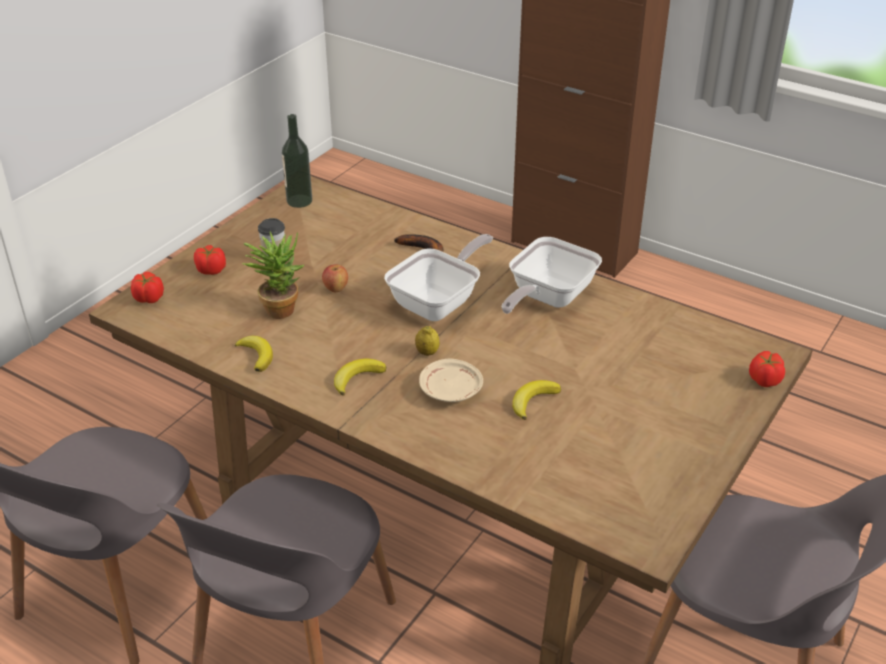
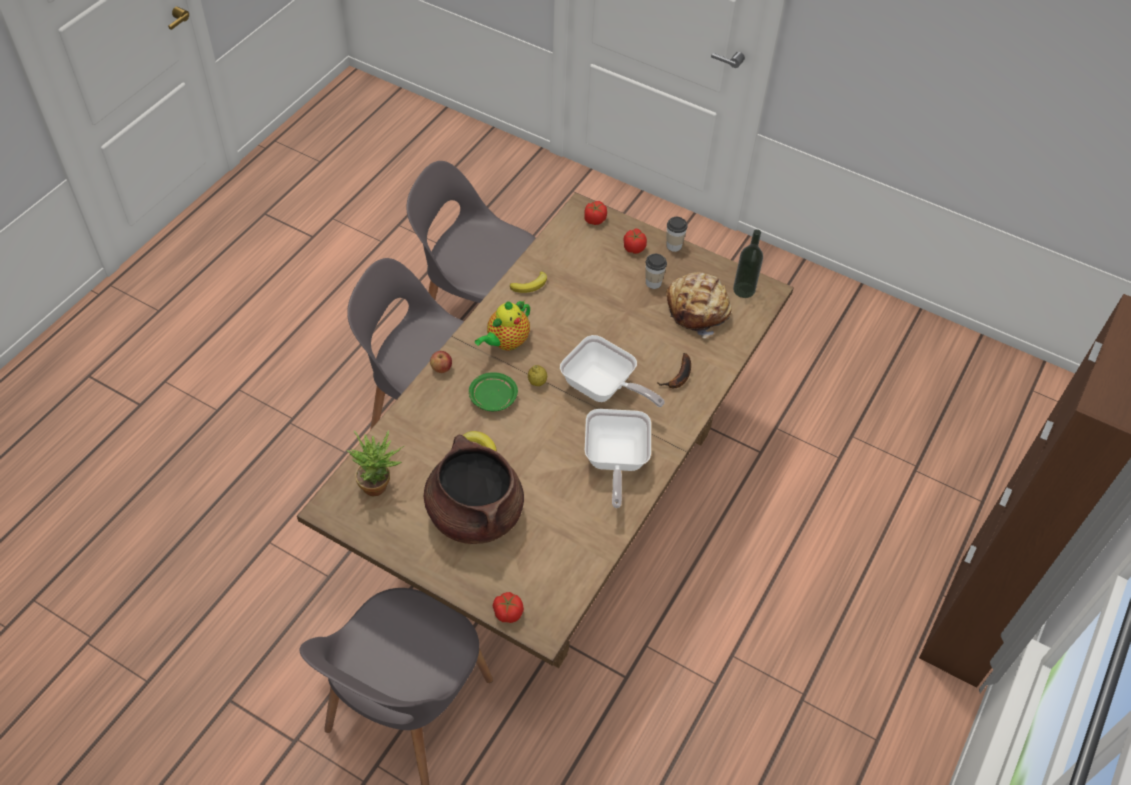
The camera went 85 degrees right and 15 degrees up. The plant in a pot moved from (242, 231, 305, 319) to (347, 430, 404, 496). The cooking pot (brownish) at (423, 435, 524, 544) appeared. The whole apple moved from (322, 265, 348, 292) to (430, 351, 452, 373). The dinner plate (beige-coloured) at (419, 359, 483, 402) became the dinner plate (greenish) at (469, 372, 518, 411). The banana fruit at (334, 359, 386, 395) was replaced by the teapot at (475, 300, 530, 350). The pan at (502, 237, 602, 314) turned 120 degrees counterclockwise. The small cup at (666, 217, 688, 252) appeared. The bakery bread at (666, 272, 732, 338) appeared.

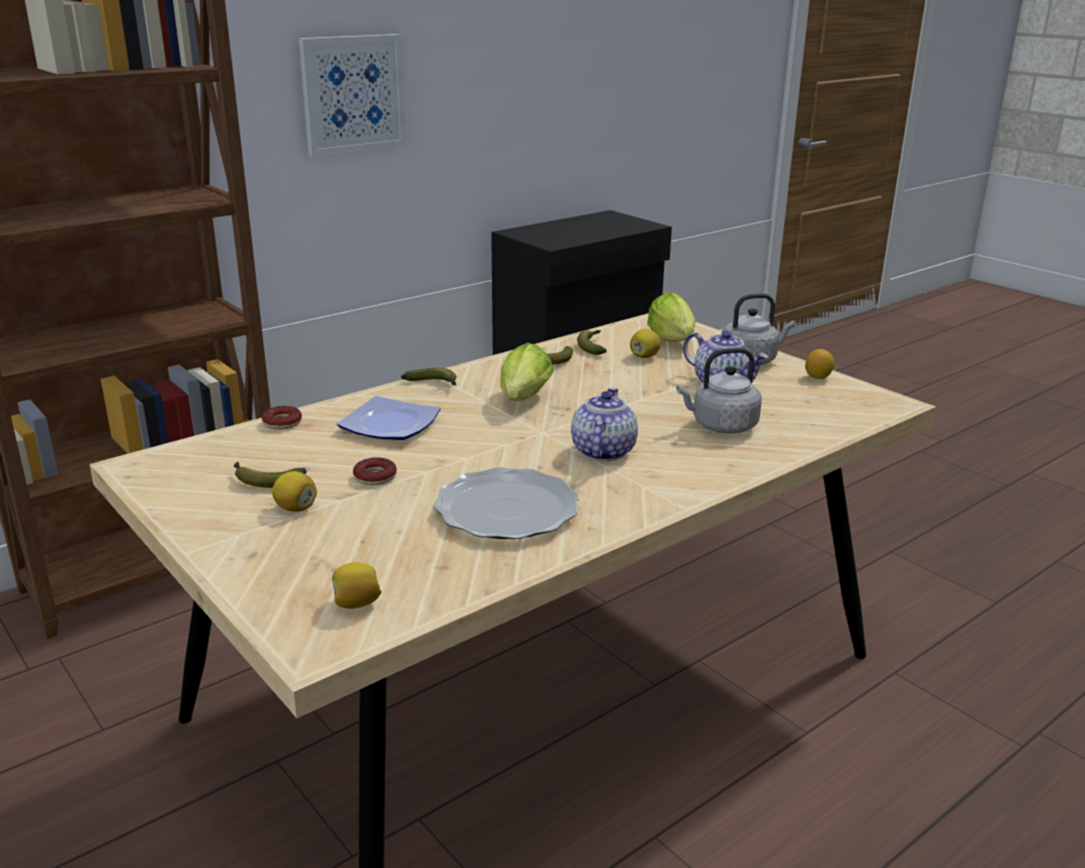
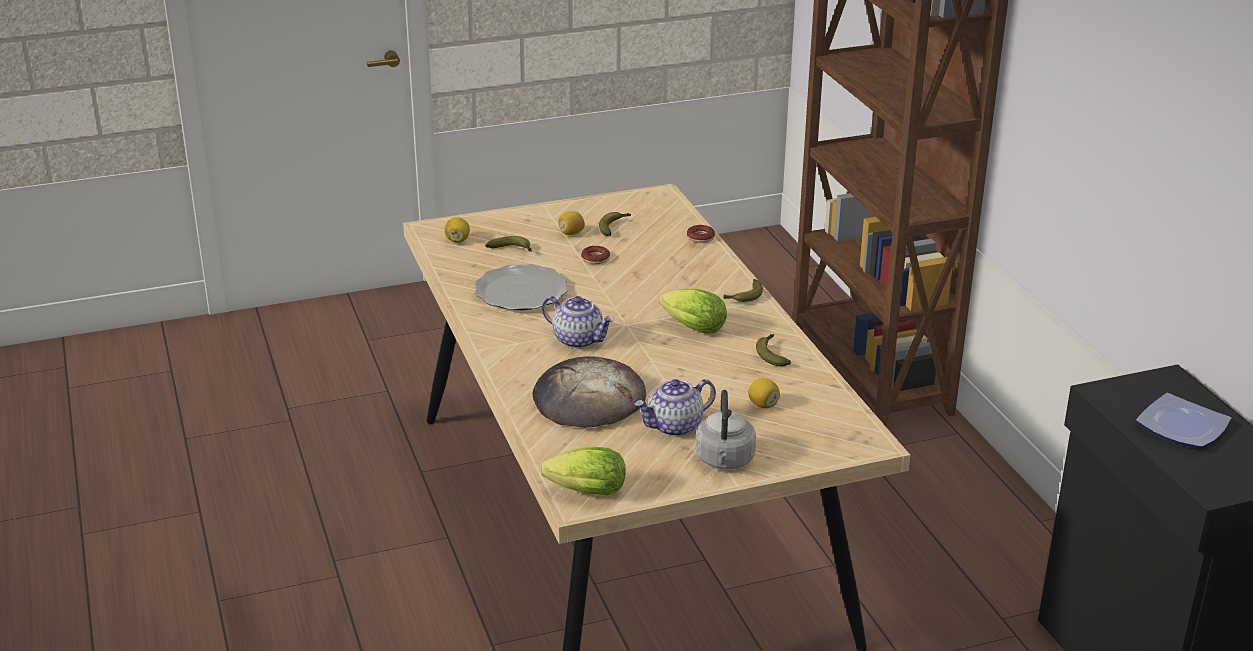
The camera went 110 degrees right and 5 degrees up. The banana fruit moved from (577, 330, 606, 355) to (485, 236, 532, 252). The kettle (greyish) at (676, 348, 762, 434) was replaced by the bakery bread at (533, 356, 647, 428). The head of lettuce moved from (647, 292, 696, 342) to (540, 447, 626, 495). The dinner plate moved from (336, 396, 441, 440) to (1136, 393, 1231, 448). The wall art at (299, 34, 406, 157) disappeared. The lemon at (805, 349, 834, 379) disappeared.

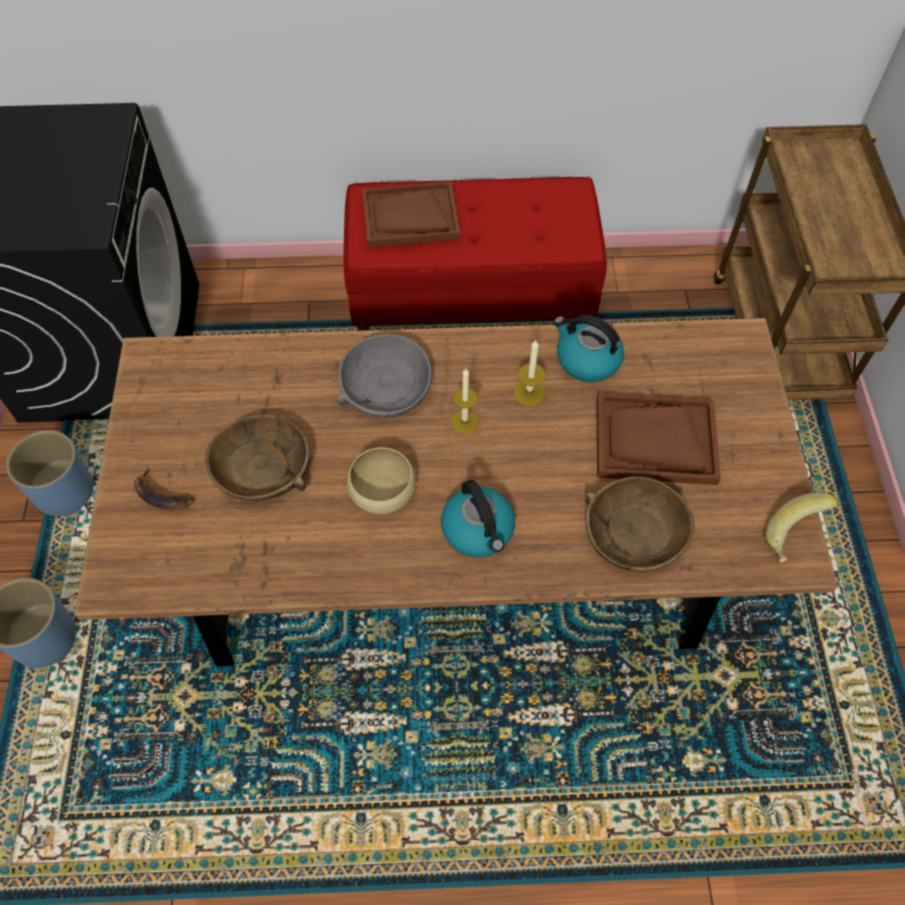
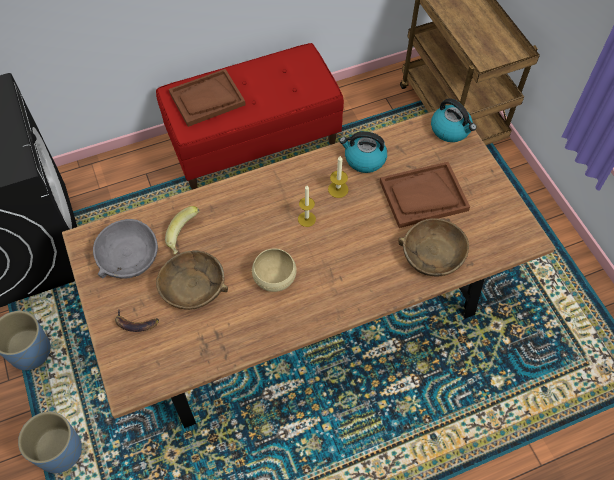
The camera went 20 degrees left and 0 degrees up. The deep dish (greyish) moved from (336, 334, 432, 418) to (93, 219, 158, 279). The banana fruit moved from (765, 492, 839, 563) to (165, 206, 200, 255). The kettle moved from (441, 480, 515, 557) to (431, 98, 477, 142).

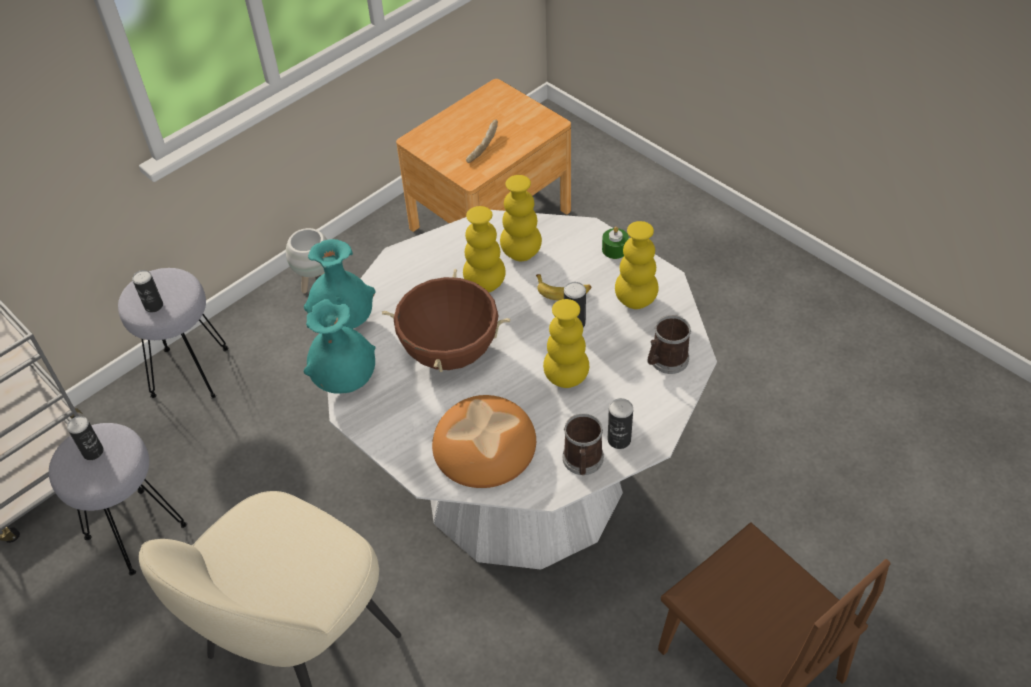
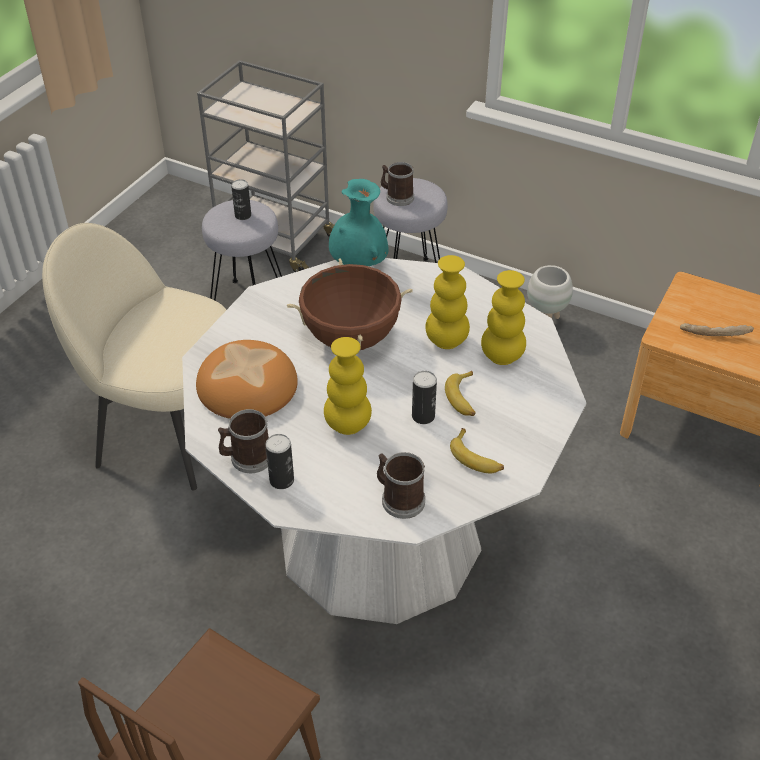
The camera went 70 degrees right and 5 degrees down. The can at (132, 270, 163, 313) was replaced by the coffee mug at (381, 162, 414, 206). The vase (yellow-coloured) at (615, 221, 659, 309) was replaced by the banana fruit at (450, 428, 504, 473). The vase (turquoise-coloured) at (304, 299, 376, 394) disappeared. The wax candle (greenish) at (602, 227, 629, 259) disappeared.

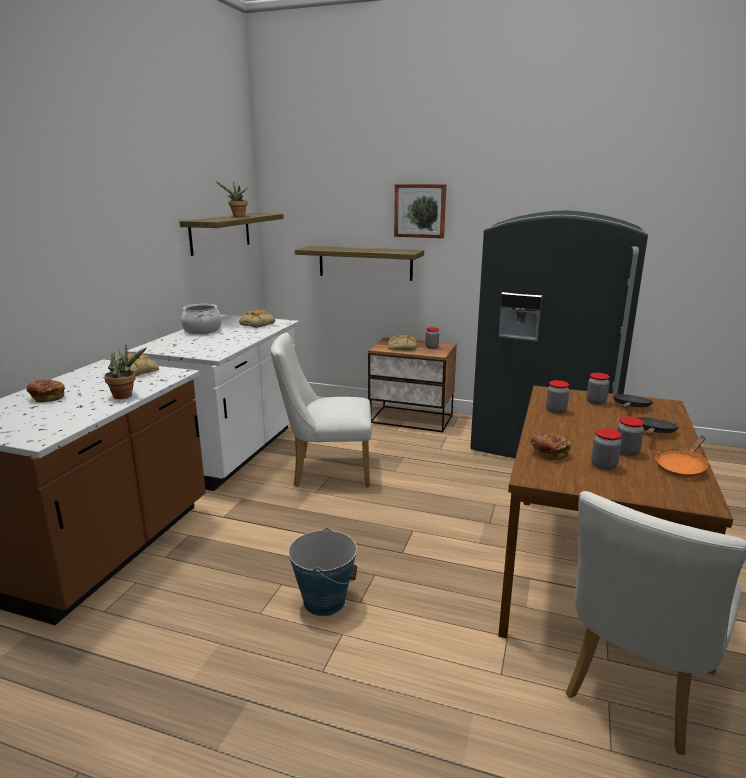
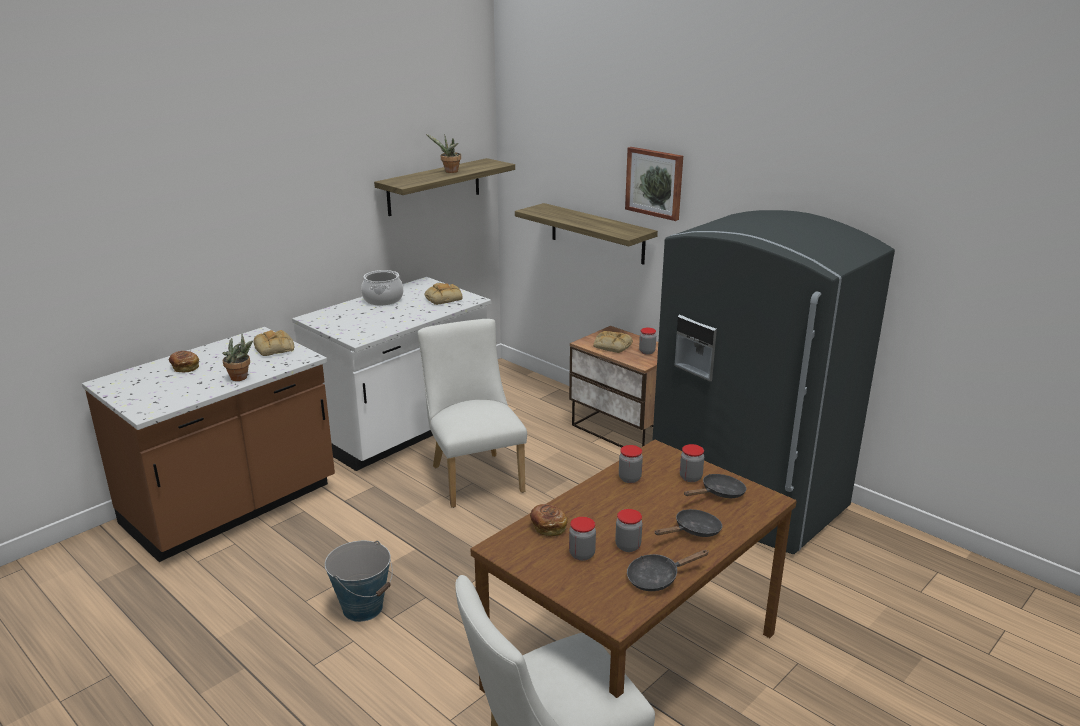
The camera went 25 degrees right and 5 degrees up. The plain chair (white-coloured) at (271, 333, 372, 487) turned 45 degrees clockwise. The pan (orange) at (656, 436, 708, 477) became the pan (black-coloured) at (627, 550, 708, 591).

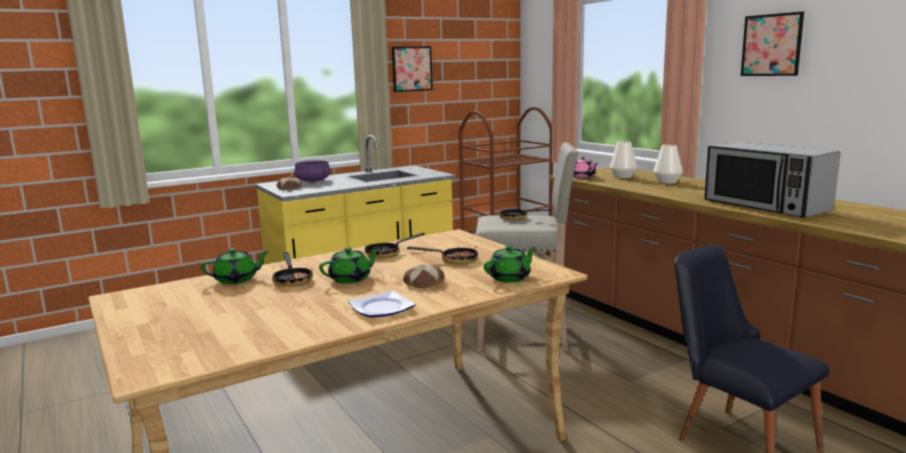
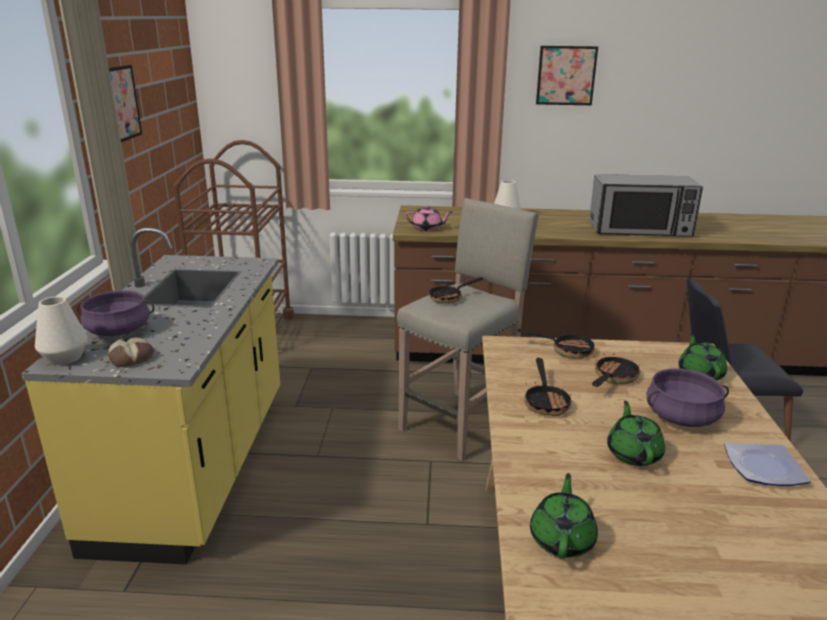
The camera went 55 degrees left and 10 degrees up. The vase (white-coloured) moved from (610, 141, 637, 178) to (35, 296, 88, 365). The pan moved from (272, 252, 313, 287) to (517, 329, 595, 359). The bakery bread at (403, 265, 445, 288) was replaced by the cooking pot (purplish) at (647, 369, 729, 427).

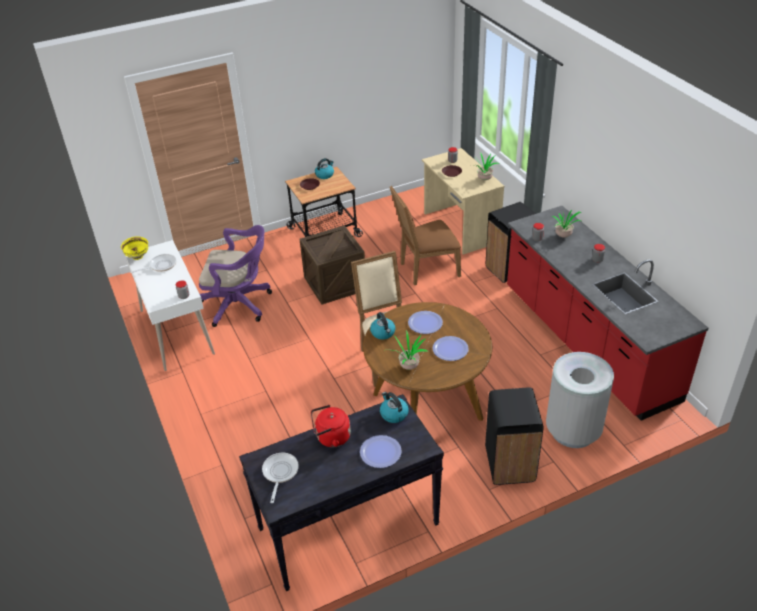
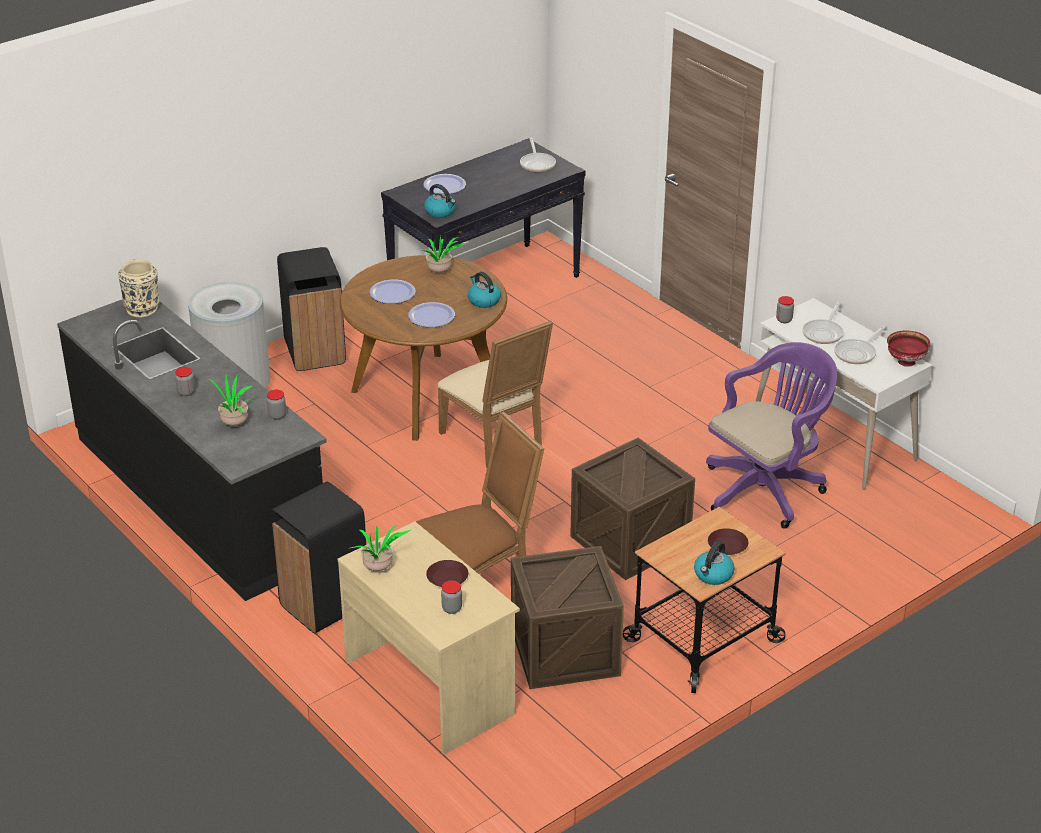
The camera went 165 degrees right and 5 degrees down. The kitchen base unit (reddish) at (507, 206, 708, 421) became the kitchen base unit (black-coloured) at (57, 299, 327, 601). The vase (beige-coloured) at (118, 259, 160, 317) appeared. The shipping crate at (511, 546, 624, 689) appeared. The office chair (purplish) at (199, 225, 272, 327) turned 150 degrees clockwise. The pan at (802, 302, 844, 344) appeared. The deep dish (yellow-coloured) at (121, 236, 148, 260) became the deep dish (reddish) at (887, 331, 931, 367). The kettle (reddish) at (311, 405, 351, 447) disappeared.

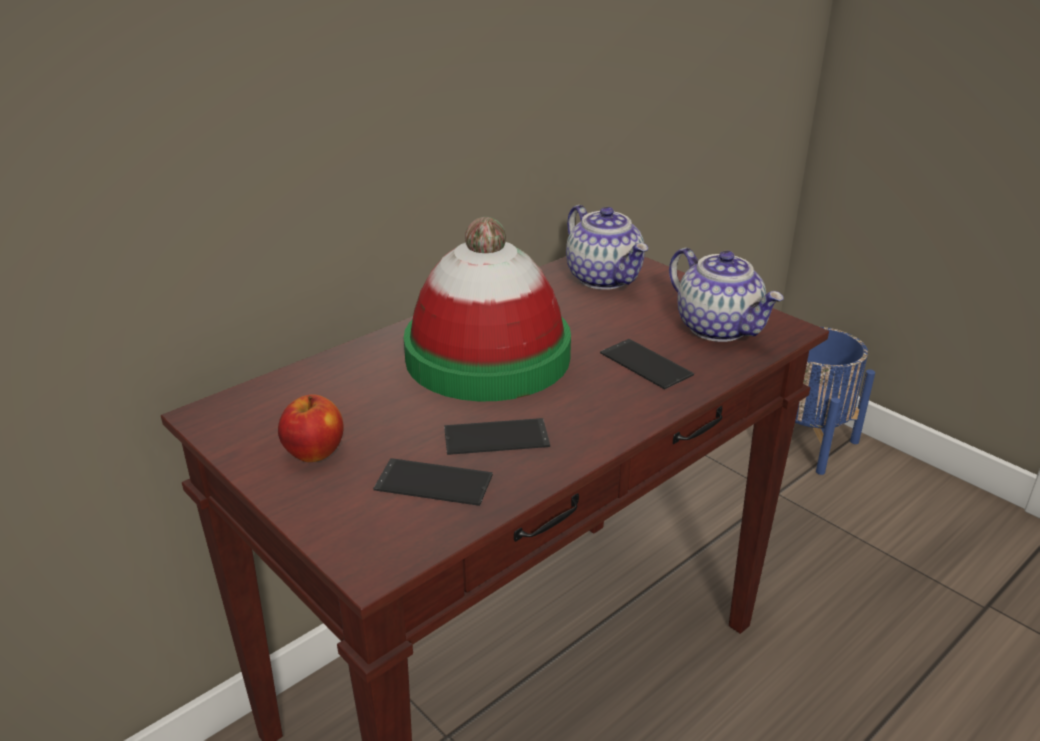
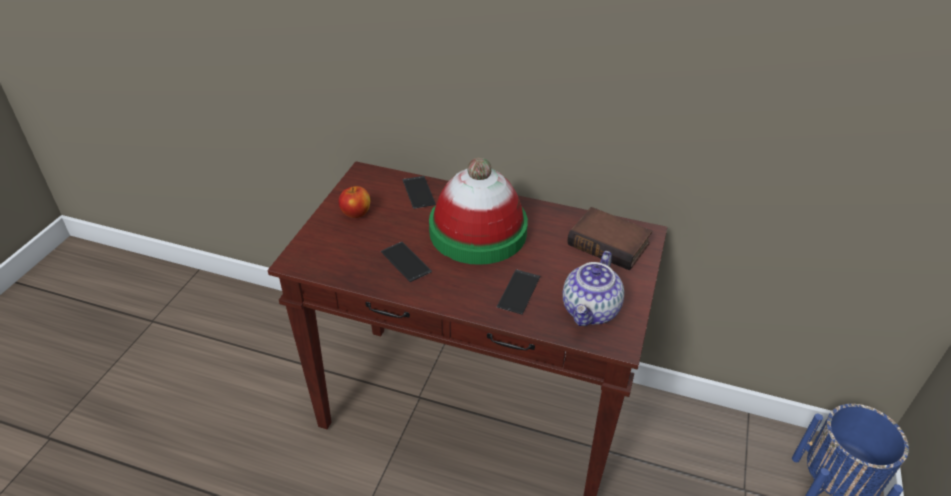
The camera went 60 degrees right and 10 degrees up. The telephone moved from (373, 458, 493, 506) to (403, 176, 436, 209). The teapot at (566, 205, 648, 290) was replaced by the volume at (567, 207, 653, 271).

